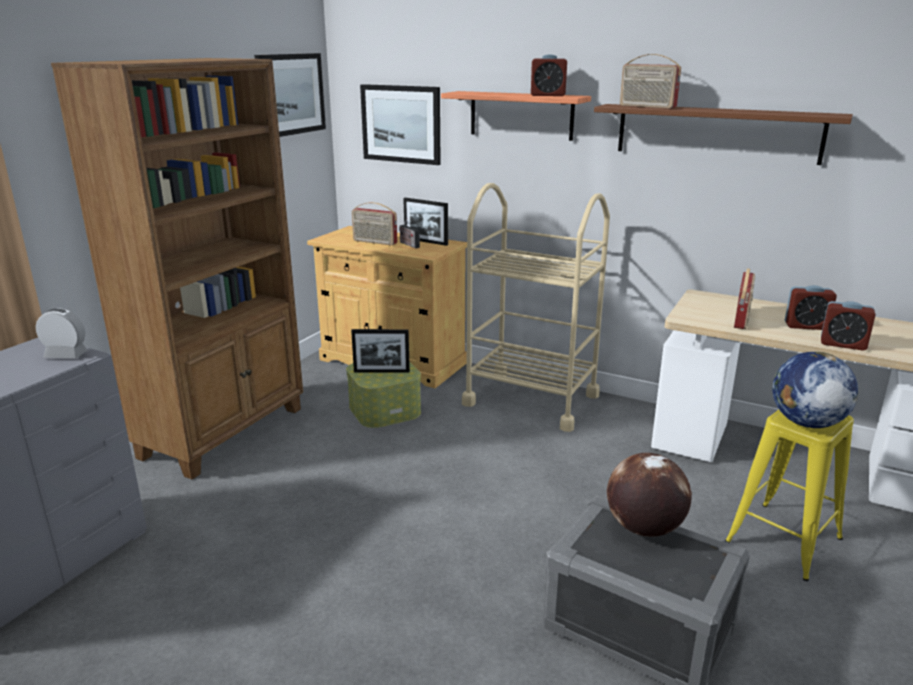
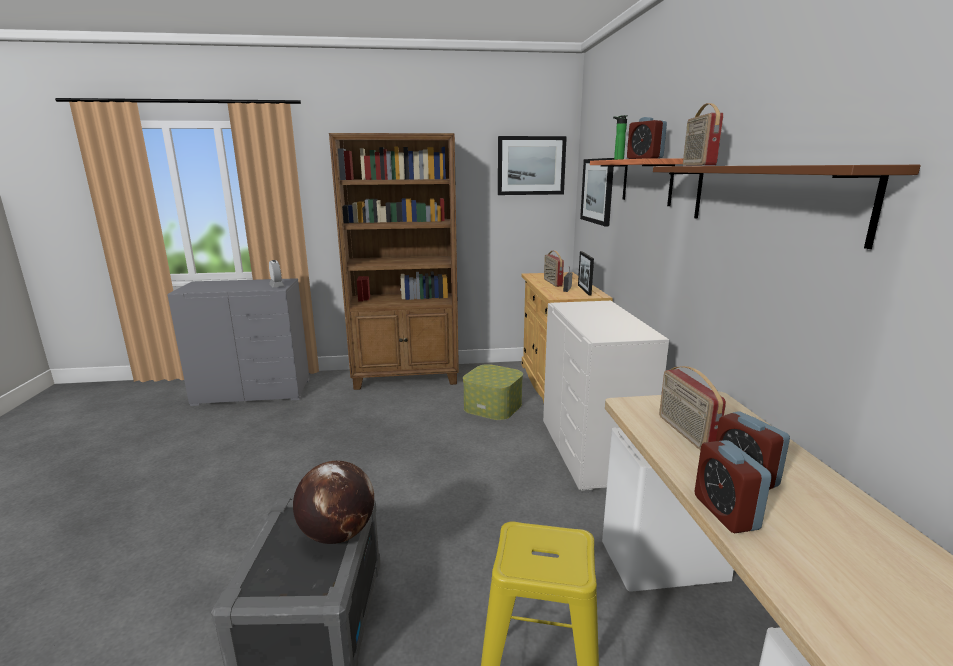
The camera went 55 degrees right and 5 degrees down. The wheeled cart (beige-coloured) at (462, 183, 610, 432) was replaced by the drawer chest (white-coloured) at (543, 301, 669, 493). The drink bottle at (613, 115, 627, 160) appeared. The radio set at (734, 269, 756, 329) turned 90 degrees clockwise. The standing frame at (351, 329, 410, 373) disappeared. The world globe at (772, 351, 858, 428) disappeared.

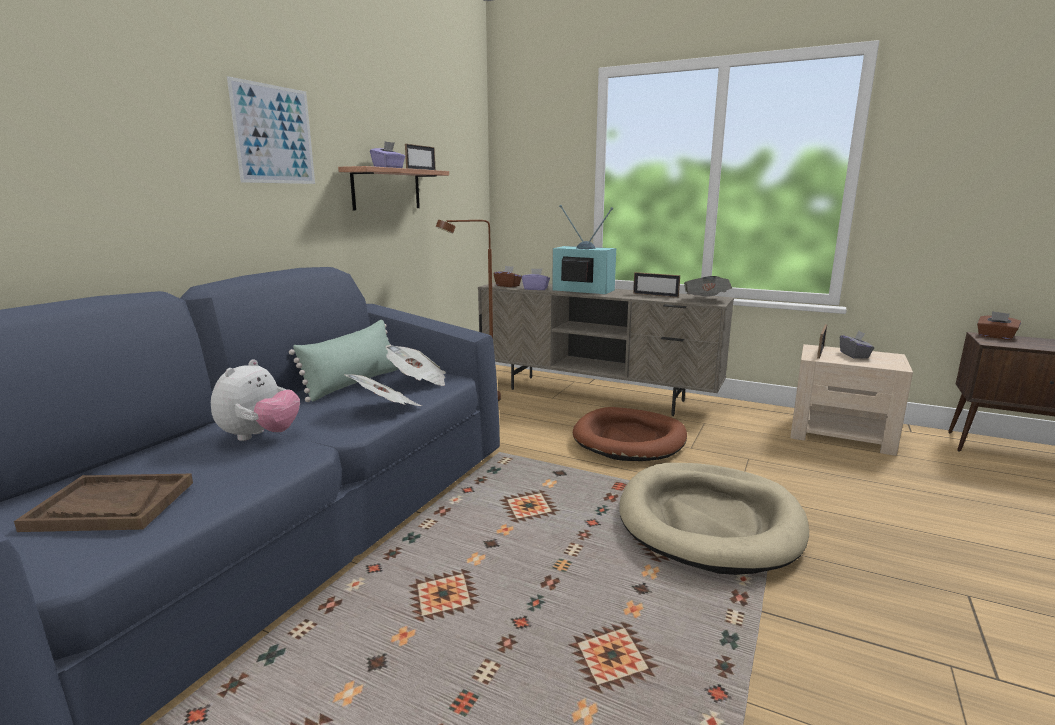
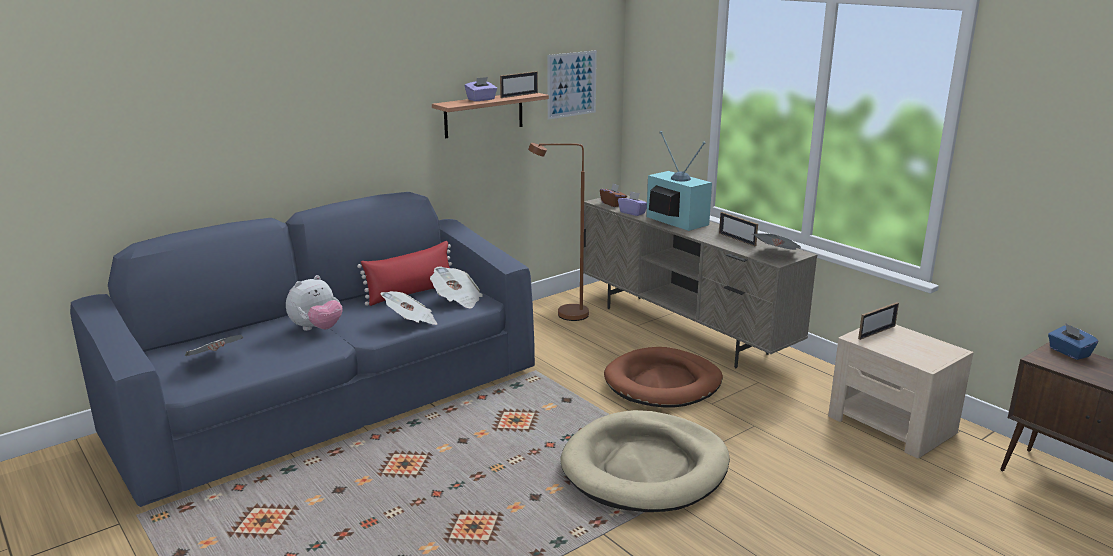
The camera went 25 degrees right and 5 degrees up. The carrying tray (brownish) at (14, 474, 193, 532) was replaced by the printed paper at (185, 335, 243, 356). The cushion (greenish) at (289, 320, 398, 402) became the cushion (reddish) at (357, 241, 452, 306). The wall art moved from (227, 76, 315, 184) to (547, 50, 597, 119). The tissue box (brownish) at (977, 311, 1021, 340) became the tissue box (blue-coloured) at (1048, 324, 1098, 360). The tissue box (greyish) at (840, 331, 874, 358) disappeared.

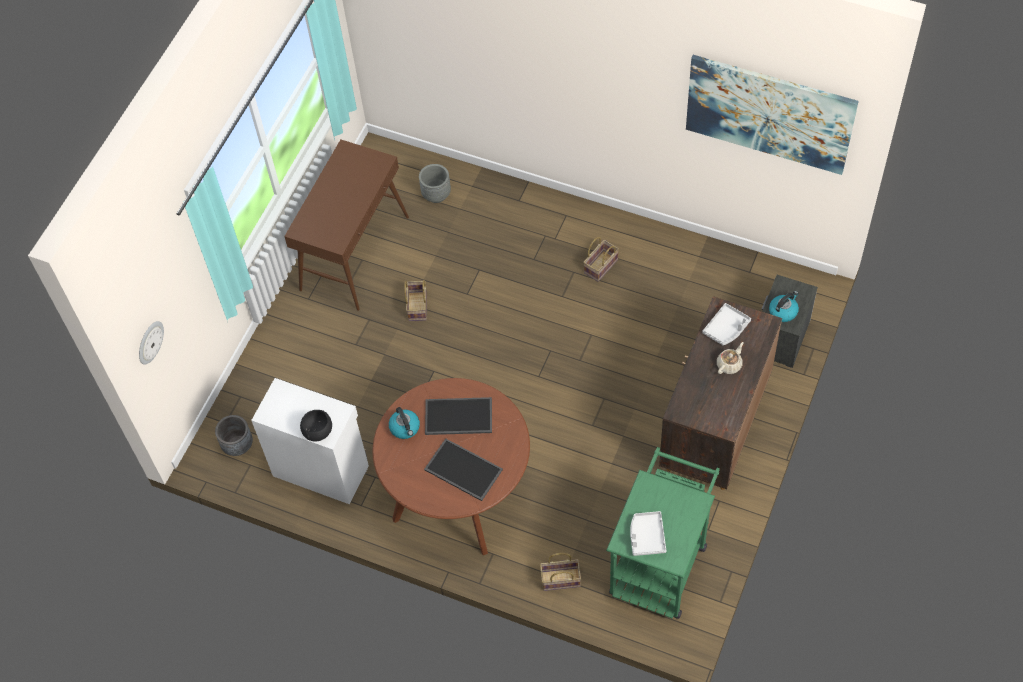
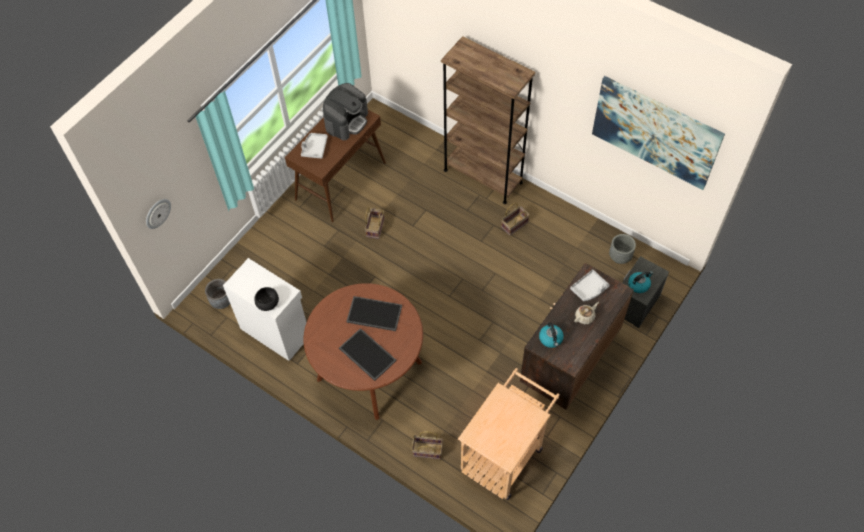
The camera went 10 degrees right and 0 degrees up. The carrying tray (greyish) moved from (630, 511, 667, 556) to (301, 133, 328, 158). The coffee machine at (323, 83, 368, 140) appeared. The bookcase (brownish) at (441, 36, 536, 204) appeared. The wheeled cart (greenish) at (606, 447, 720, 619) became the wheeled cart (beige-coloured) at (458, 368, 560, 500). The kettle moved from (389, 407, 420, 439) to (539, 322, 564, 348). The flower pot (greyish) moved from (419, 164, 451, 203) to (609, 234, 636, 264).

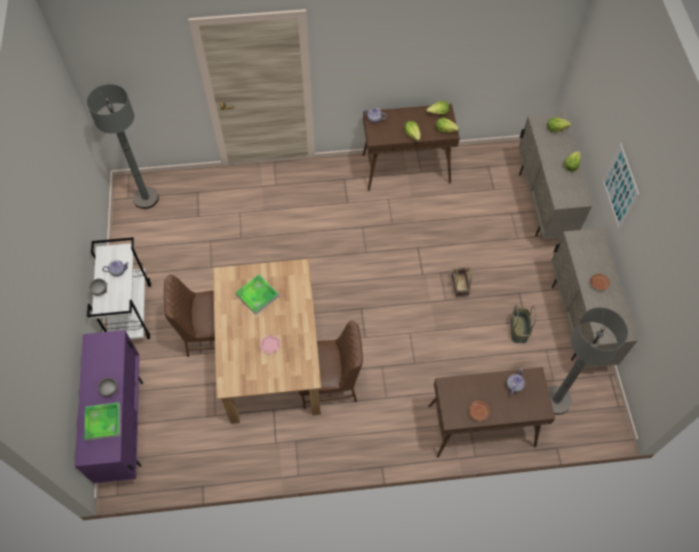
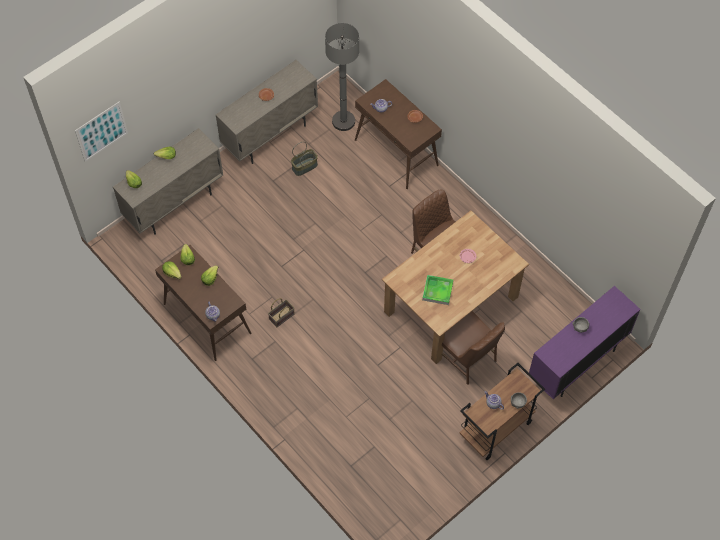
The camera went 125 degrees left and 0 degrees up. The wall art moved from (603, 143, 639, 230) to (75, 101, 128, 162). The household basket moved from (451, 267, 472, 297) to (268, 298, 295, 327). The wheeled cart (white-coloured) at (87, 237, 151, 339) became the wheeled cart (brownish) at (460, 363, 545, 460). The carrying tray at (84, 402, 121, 441) disappeared. The floor lamp (greyish) at (87, 84, 159, 209) disappeared.

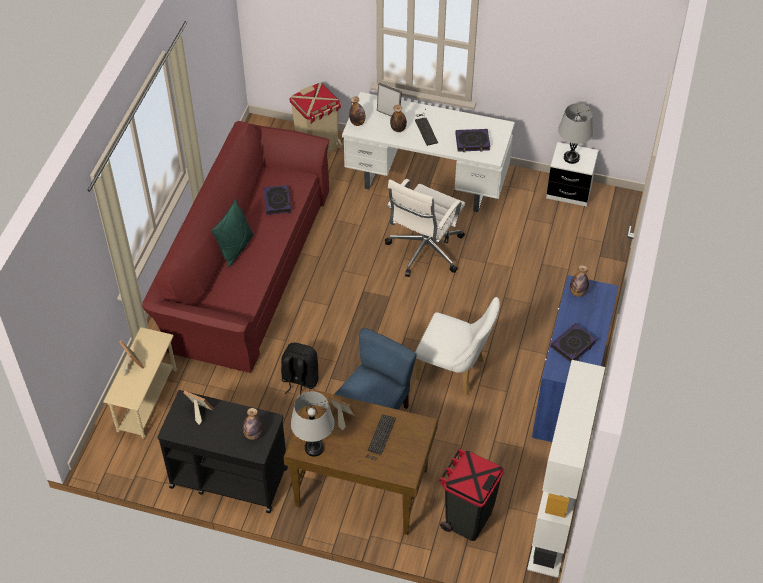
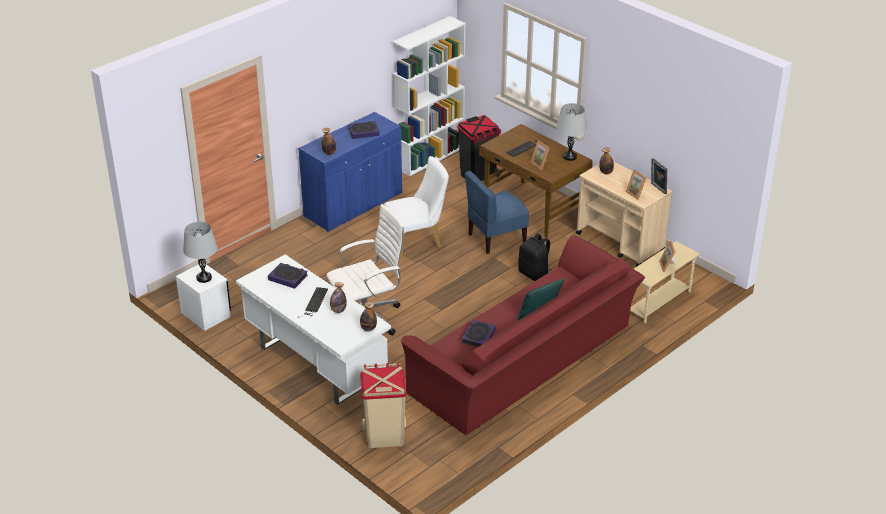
The camera went 150 degrees left and 15 degrees down. The plain chair (white-coloured) at (415, 297, 500, 395) turned 105 degrees clockwise. The wheeled cart (black-coloured) at (157, 390, 288, 513) became the wheeled cart (beige-coloured) at (576, 162, 673, 266). The standing frame moved from (377, 83, 402, 116) to (651, 158, 667, 194).

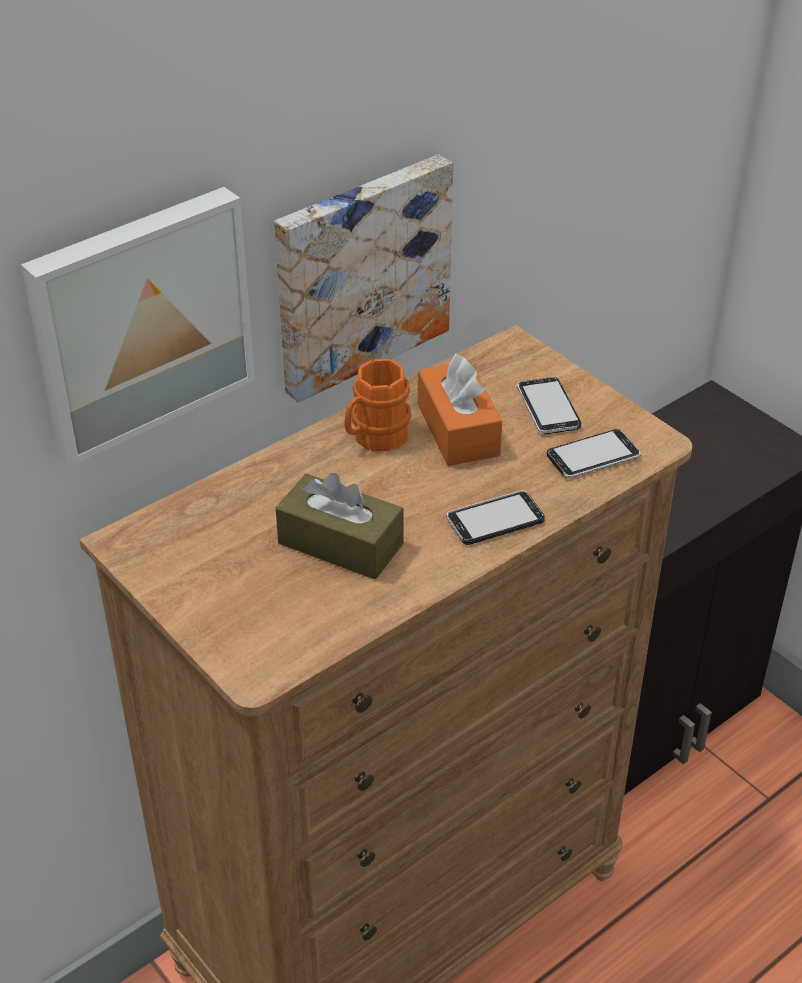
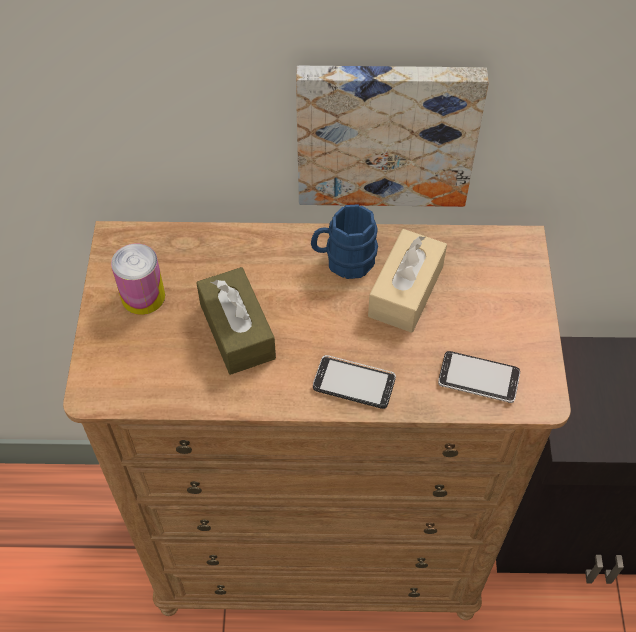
The camera went 40 degrees right and 15 degrees up. The can at (111, 243, 165, 315) appeared. The coffee mug (orange) at (344, 359, 411, 451) became the coffee mug (blue-coloured) at (311, 204, 378, 279). The tissue box (orange) at (418, 353, 502, 466) became the tissue box (beige-coloured) at (368, 229, 447, 333). The wall art at (21, 187, 255, 465) disappeared. The telephone at (517, 377, 581, 434) disappeared.

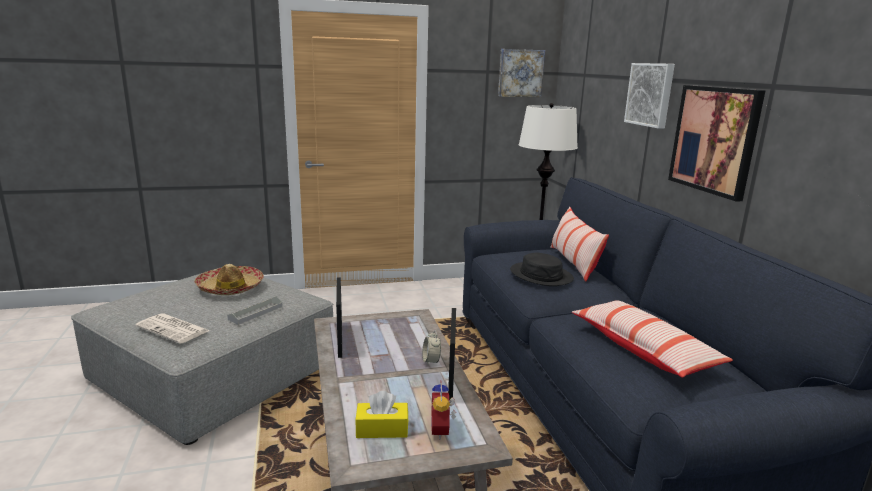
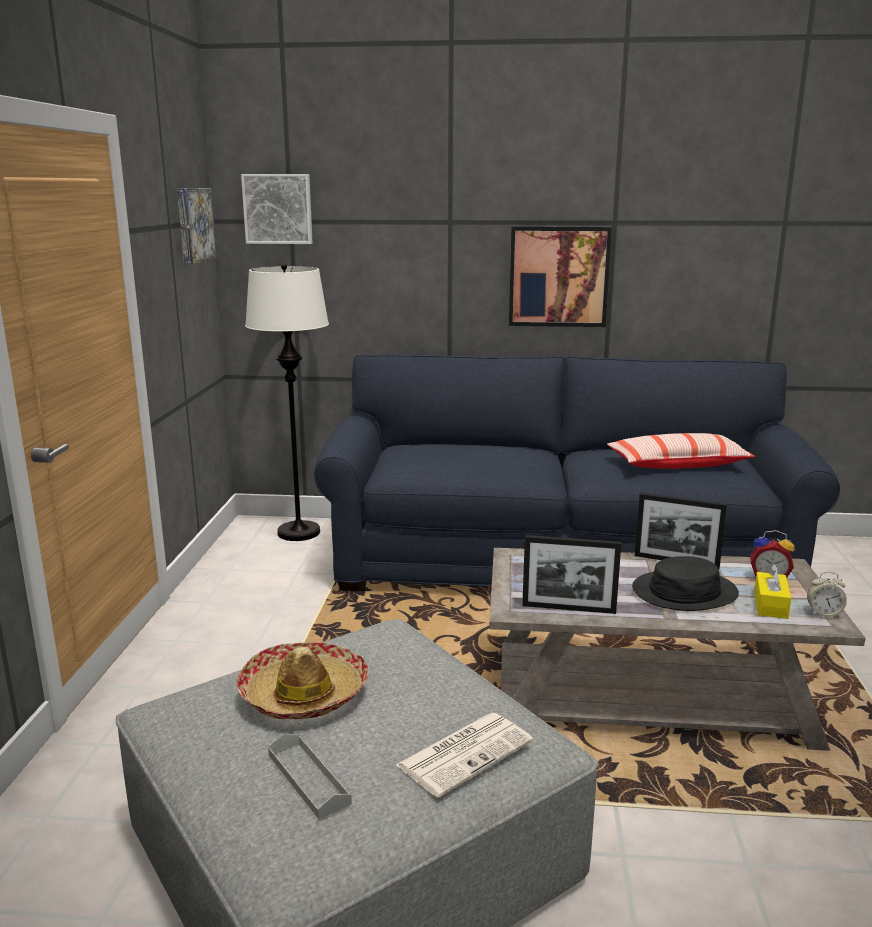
The camera went 70 degrees left and 0 degrees up. The wall art moved from (624, 63, 675, 129) to (241, 174, 313, 244). The carrying tray (greyish) moved from (227, 296, 283, 325) to (268, 734, 352, 819). The hat (black-coloured) moved from (510, 253, 574, 286) to (632, 556, 739, 611). The table clock moved from (422, 330, 441, 365) to (807, 572, 847, 617). The cushion at (550, 207, 609, 282) disappeared.

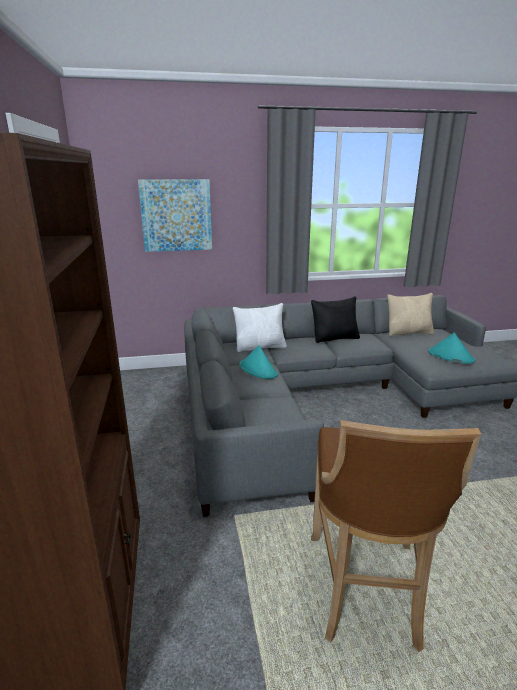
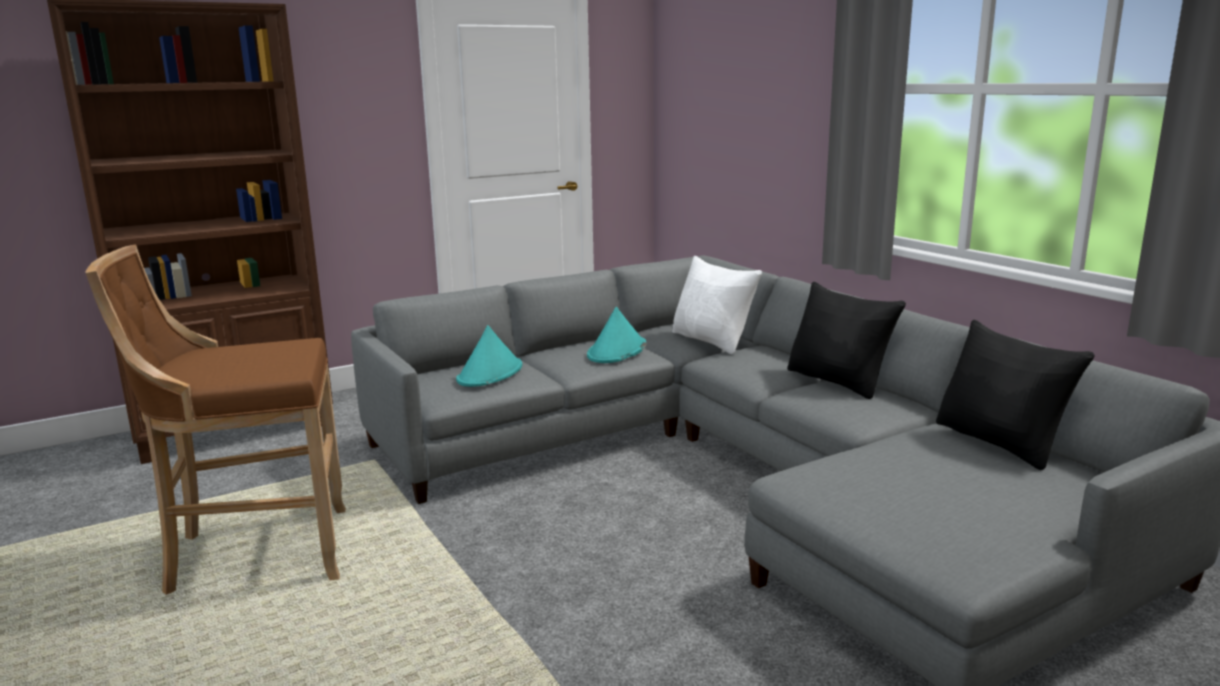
The camera went 70 degrees right and 5 degrees down. The hat (turquoise-coloured) moved from (428, 333, 475, 363) to (456, 325, 522, 387). The cushion (beige-coloured) at (387, 293, 434, 336) became the cushion (black-coloured) at (936, 320, 1095, 470). The wall art at (138, 179, 212, 252) disappeared.

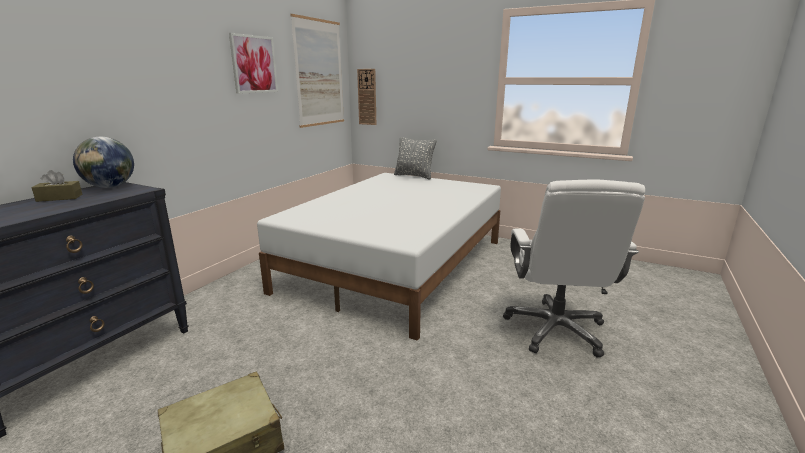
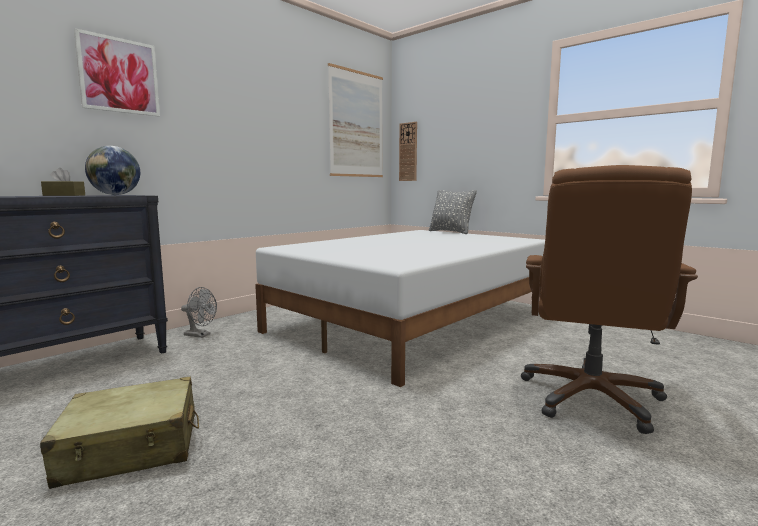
The camera went 15 degrees right and 10 degrees down. The wall art moved from (229, 33, 278, 94) to (74, 28, 160, 117). The fan (greyish) at (181, 287, 217, 338) appeared. The office chair (white-coloured) at (503, 179, 645, 358) became the office chair (brownish) at (521, 165, 698, 434).

